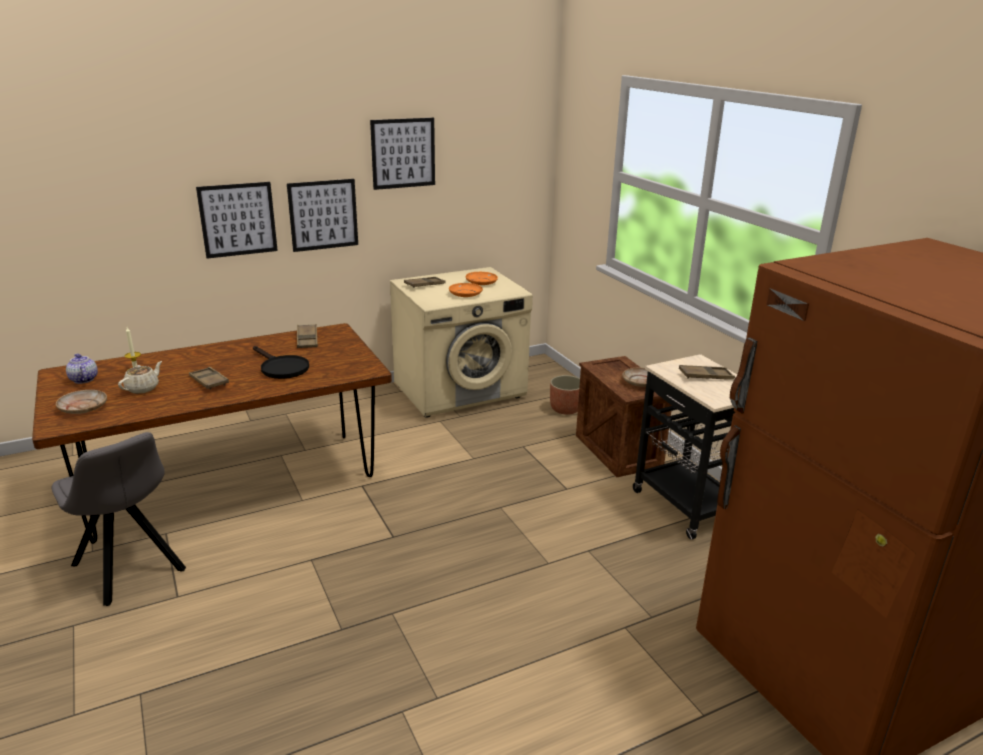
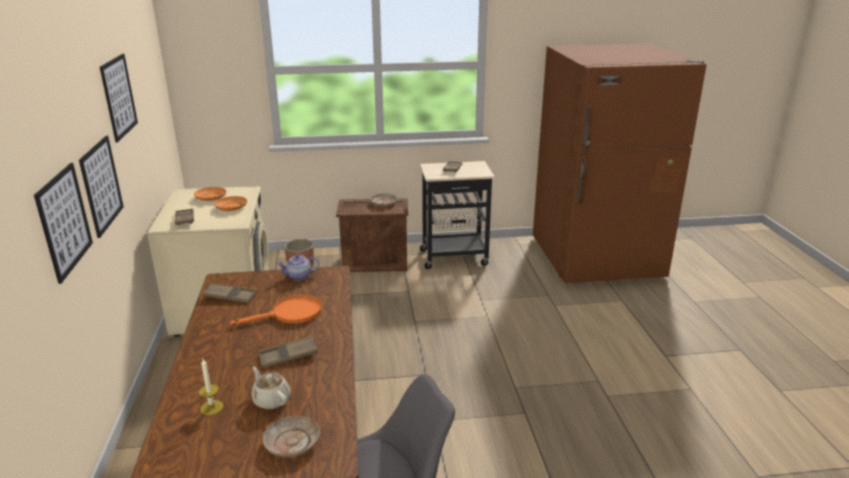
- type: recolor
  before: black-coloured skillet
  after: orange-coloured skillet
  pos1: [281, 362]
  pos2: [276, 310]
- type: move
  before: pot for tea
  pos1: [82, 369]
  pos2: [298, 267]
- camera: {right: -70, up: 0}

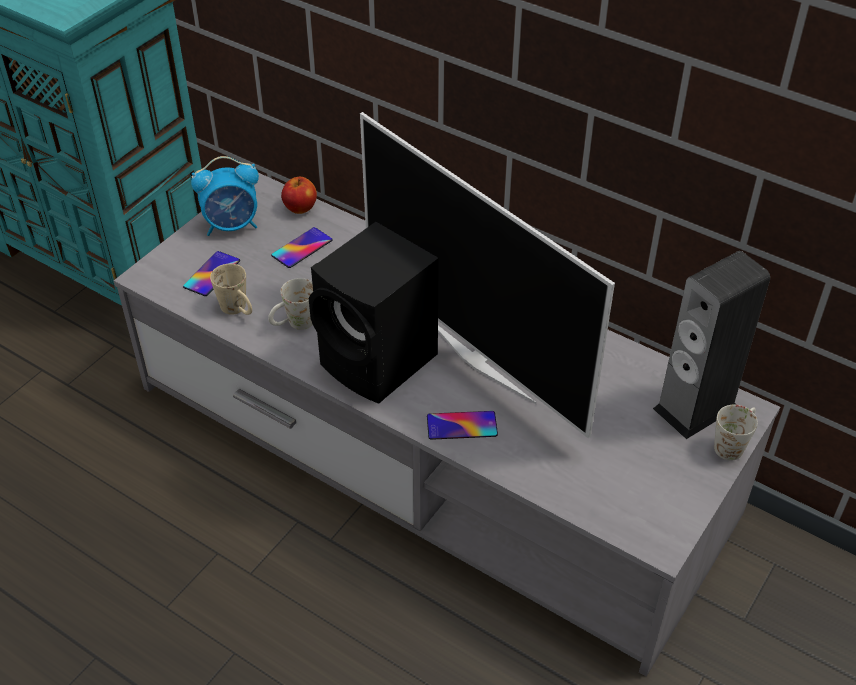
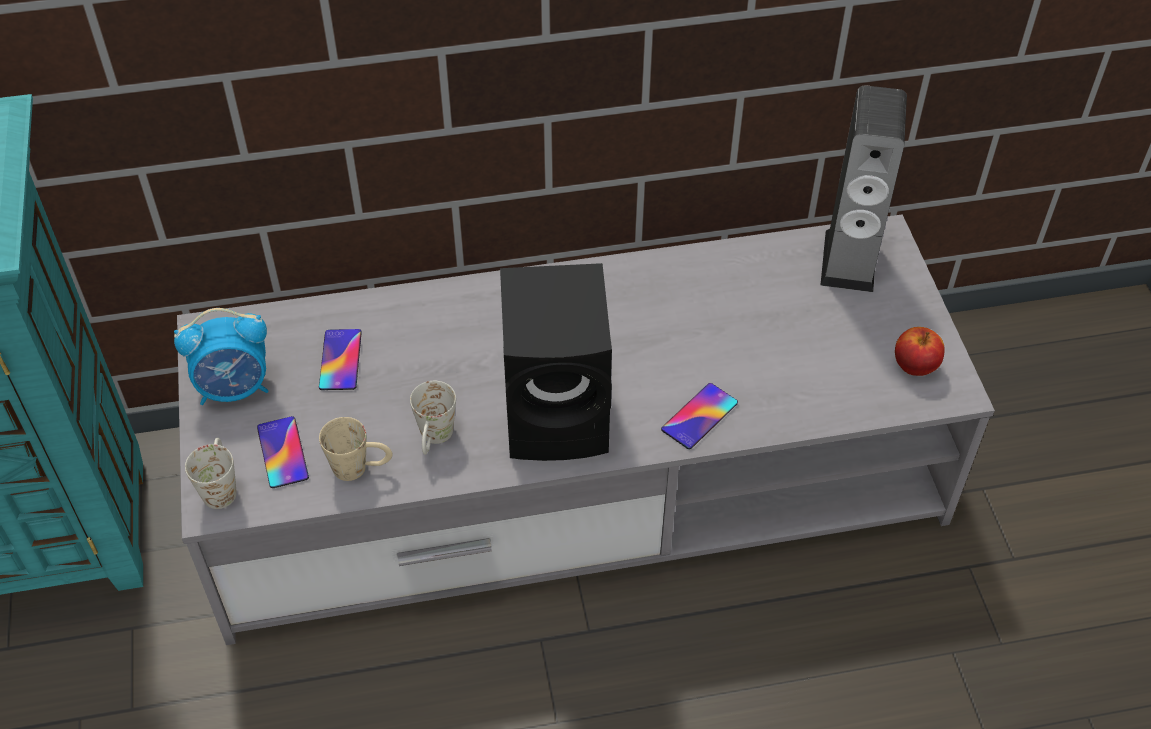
- type: delete
  before: television
  pos1: [487, 275]
- type: rotate
  before: table clock
  pos1: [225, 196]
  pos2: [221, 356]
  turn: 45
- type: move
  before: apple fruit
  pos1: [299, 195]
  pos2: [920, 351]
- type: move
  before: white-coloured mug
  pos1: [736, 433]
  pos2: [211, 473]
- camera: {right: -45, up: 5}

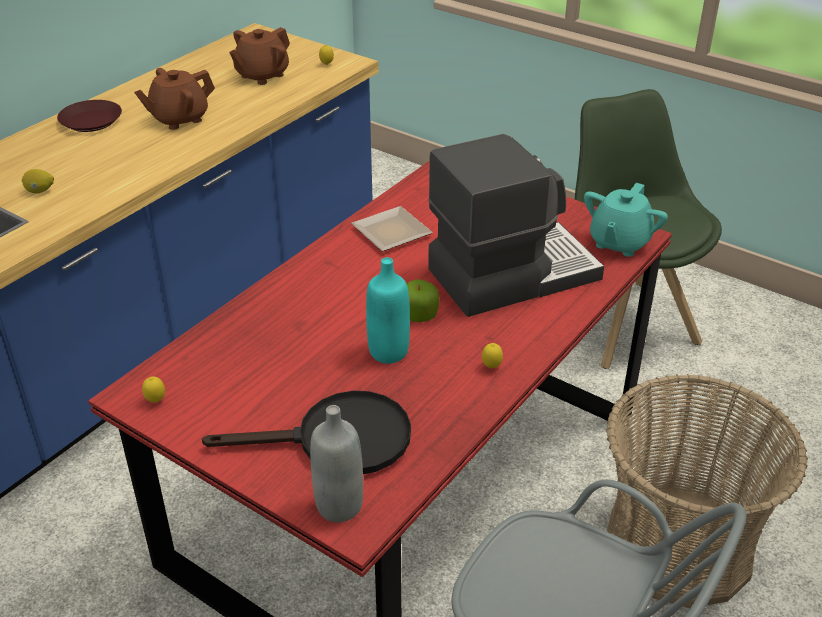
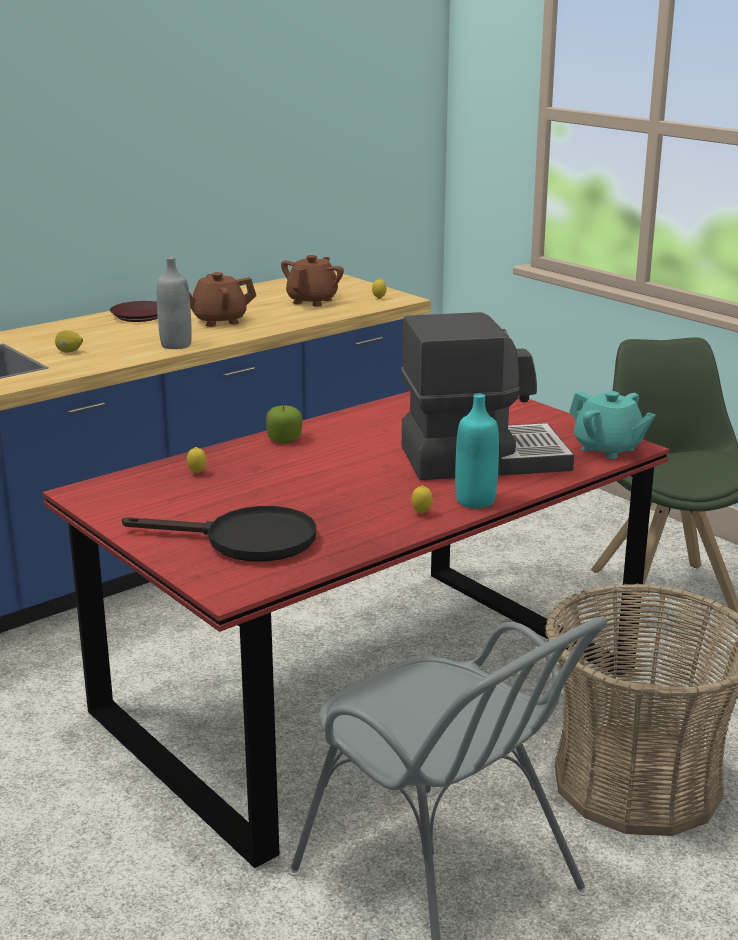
- type: rotate
  before: brown pot for tea
  pos1: [260, 56]
  pos2: [312, 281]
  turn: 150
- type: rotate
  before: turquoise pot for tea
  pos1: [626, 220]
  pos2: [612, 425]
  turn: -90
- type: delete
  before: flat dish
  pos1: [392, 228]
- type: move
  before: turquoise beverage bottle
  pos1: [388, 310]
  pos2: [477, 451]
- type: move
  before: apple fruit
  pos1: [422, 300]
  pos2: [284, 424]
- type: move
  before: whole lemon
  pos1: [153, 390]
  pos2: [197, 460]
- type: move
  before: greyish beverage bottle
  pos1: [336, 464]
  pos2: [174, 303]
- camera: {right: 15, up: -15}

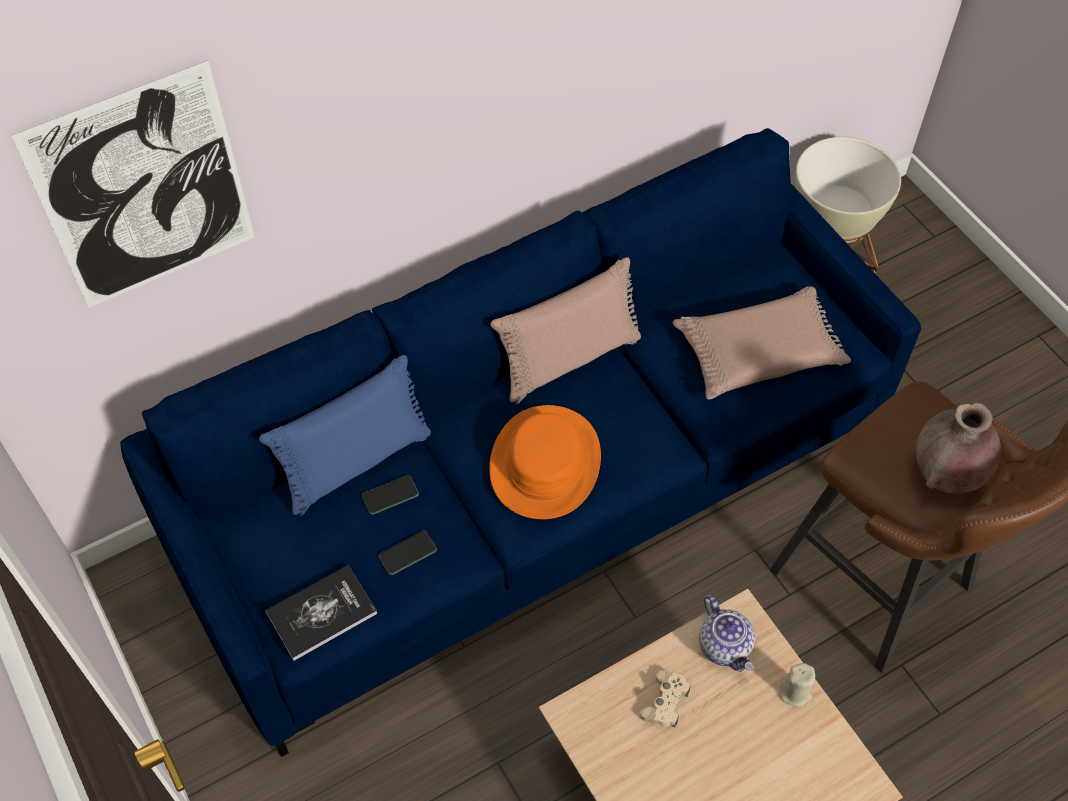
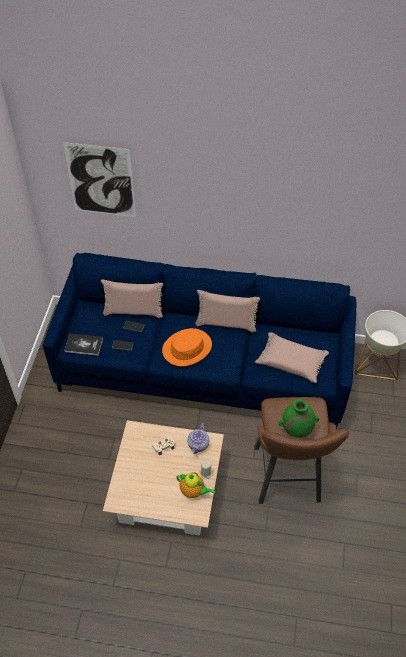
- type: recolor
  before: blue-coloured throw pillow
  after: sand-coloured throw pillow
  pos1: [345, 435]
  pos2: [132, 298]
- type: recolor
  before: brown decorative vase
  after: greenish decorative vase
  pos1: [958, 448]
  pos2: [298, 418]
- type: insert
  after: pot for tea
  pos2: [195, 485]
- camera: {right: 40, up: -5}

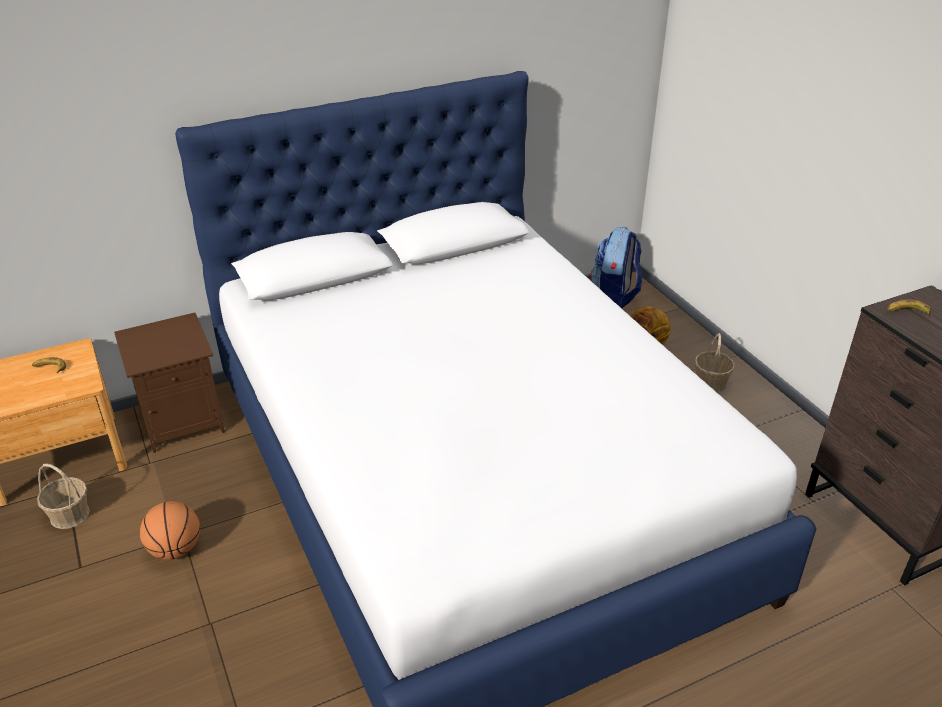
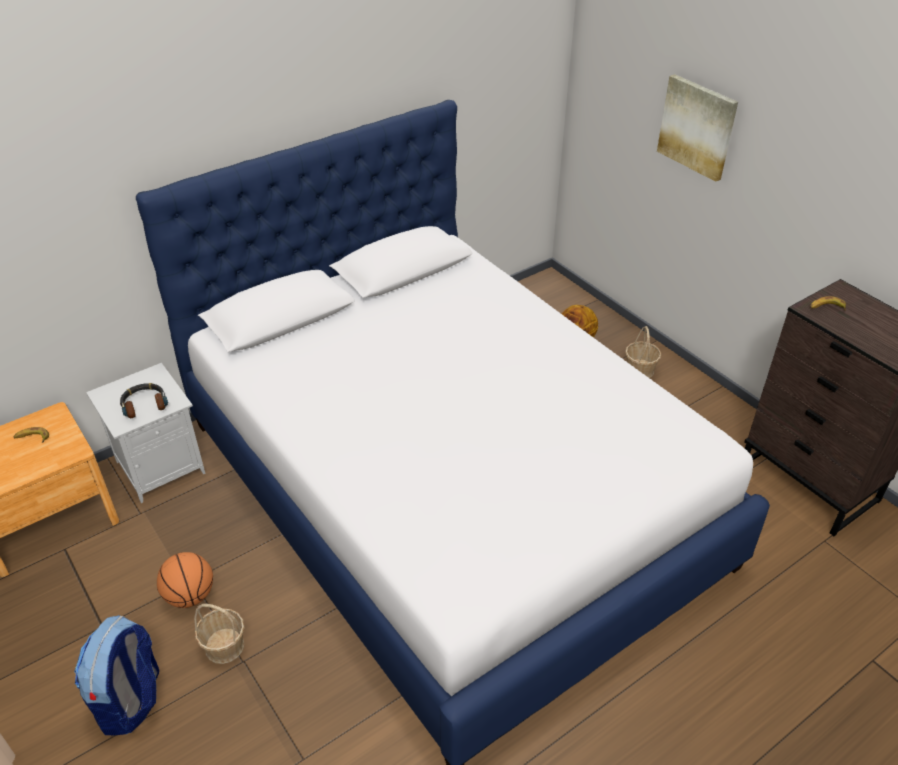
- type: move
  before: rucksack
  pos1: [616, 267]
  pos2: [116, 675]
- type: recolor
  before: brown nightstand
  after: greyish nightstand
  pos1: [169, 383]
  pos2: [145, 433]
- type: move
  before: storage basket
  pos1: [63, 496]
  pos2: [219, 634]
- type: insert
  after: wall picture
  pos2: [697, 128]
- type: insert
  after: headphones
  pos2: [144, 400]
- camera: {right: -10, up: 5}

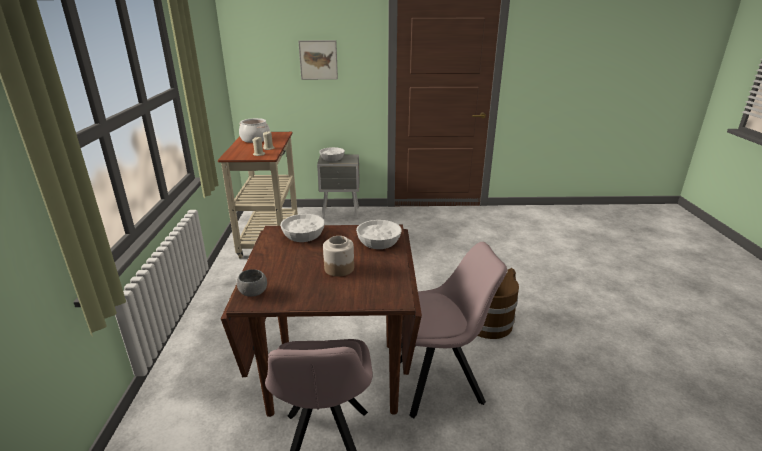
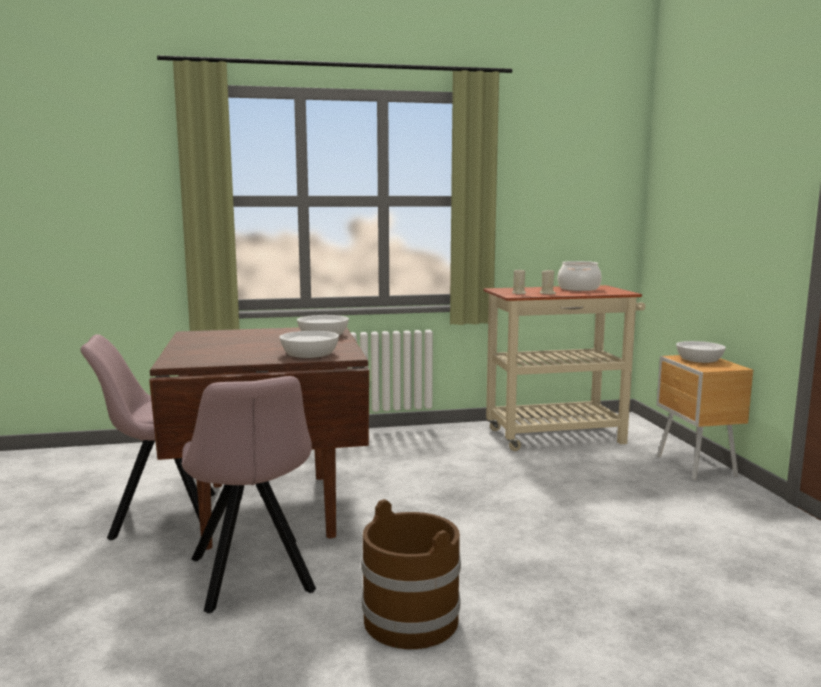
- type: delete
  before: wall picture
  pos1: [318, 60]
- type: recolor
  before: greyish nightstand
  after: brown nightstand
  pos1: [338, 186]
  pos2: [705, 418]
- type: delete
  before: jar
  pos1: [338, 256]
- type: delete
  before: greyish deep dish
  pos1: [252, 283]
- camera: {right: 80, up: -15}

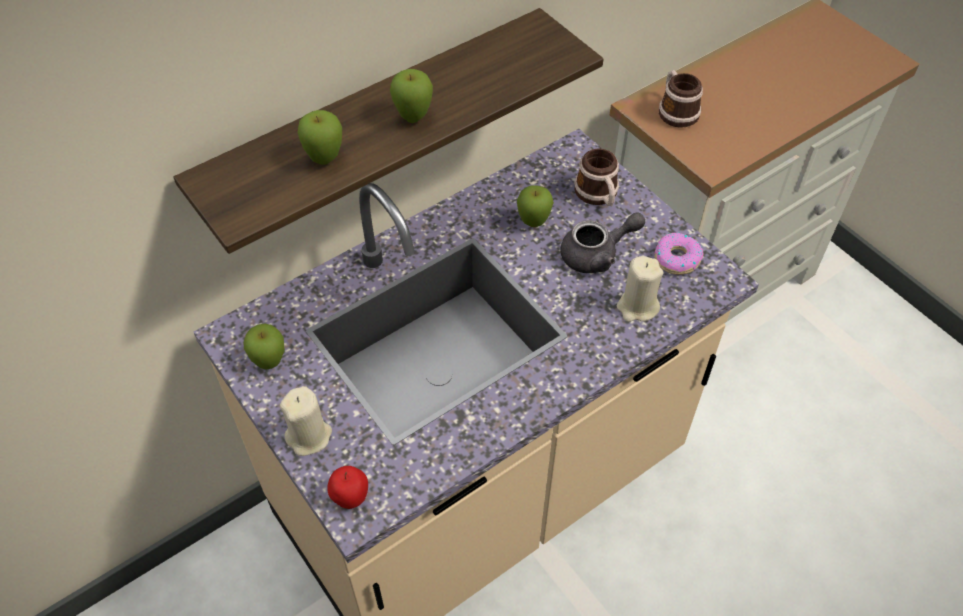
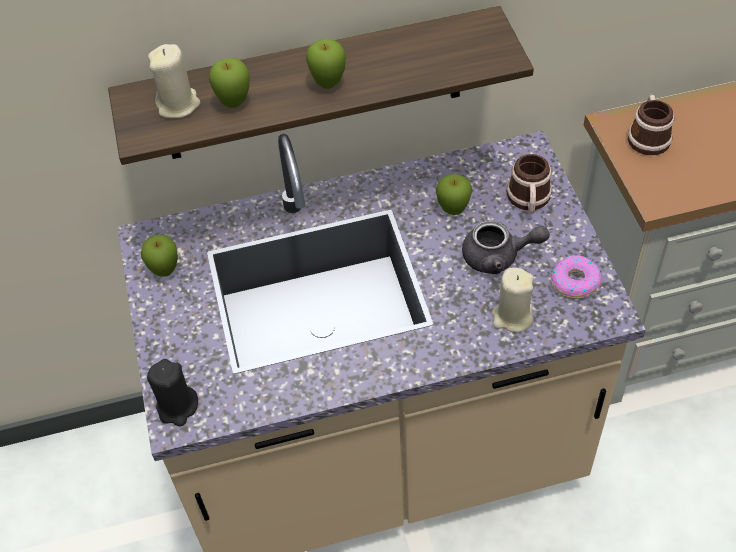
- type: move
  before: sand-coloured wax candle
  pos1: [306, 421]
  pos2: [174, 81]
- type: replace
  before: apple fruit
  after: black-coloured wax candle
  pos1: [347, 487]
  pos2: [172, 393]
- camera: {right: 25, up: 0}

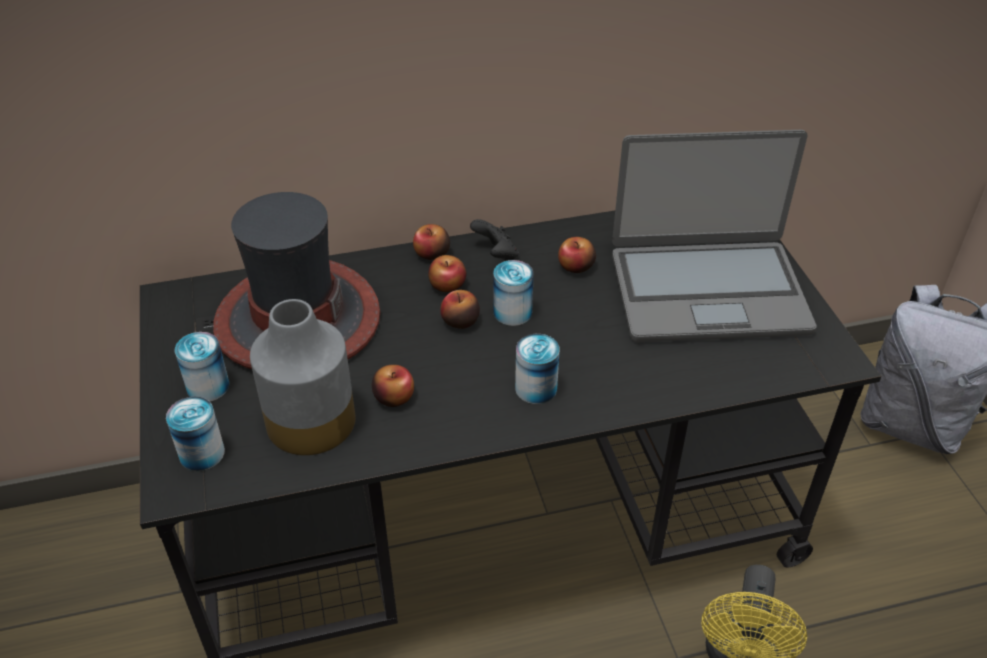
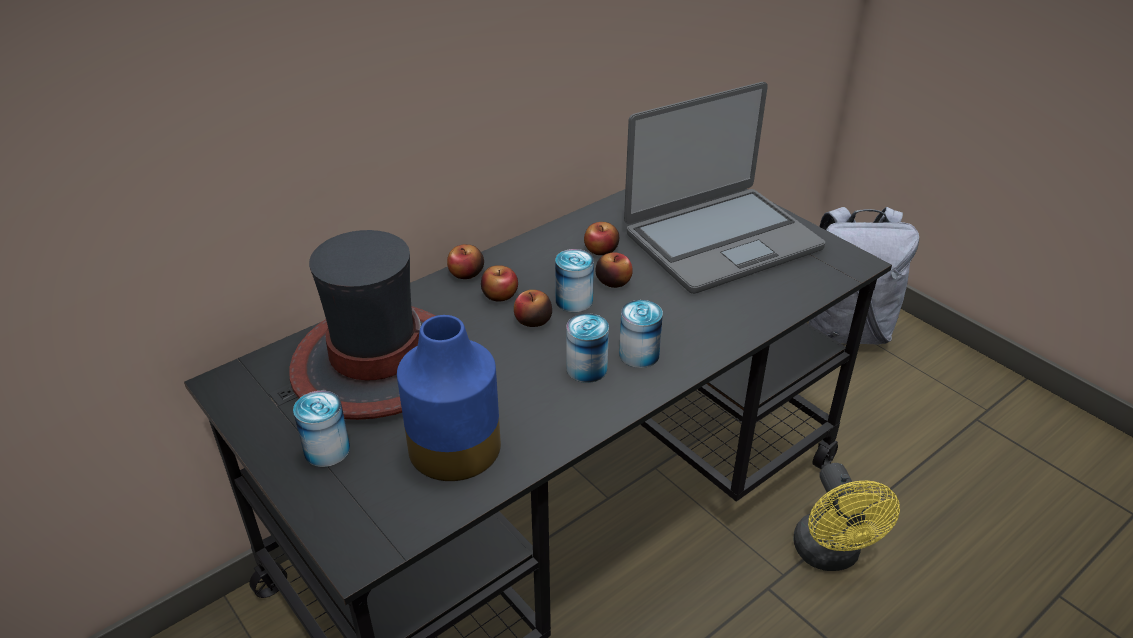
- type: delete
  before: black-coloured game controller
  pos1: [494, 240]
- type: recolor
  before: greyish decorative vase
  after: blue-coloured decorative vase
  pos1: [303, 377]
  pos2: [449, 398]
- type: move
  before: apple fruit
  pos1: [393, 386]
  pos2: [614, 270]
- type: move
  before: metal can
  pos1: [195, 434]
  pos2: [587, 348]
- camera: {right: -25, up: -5}

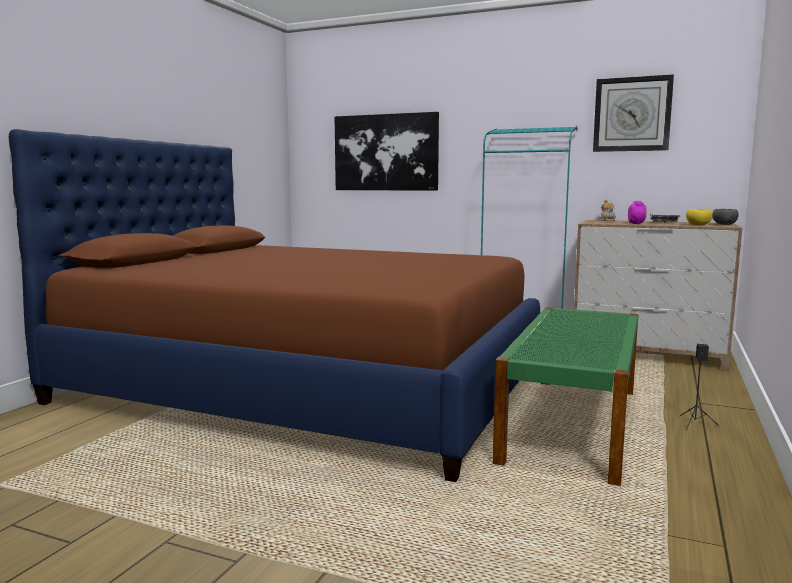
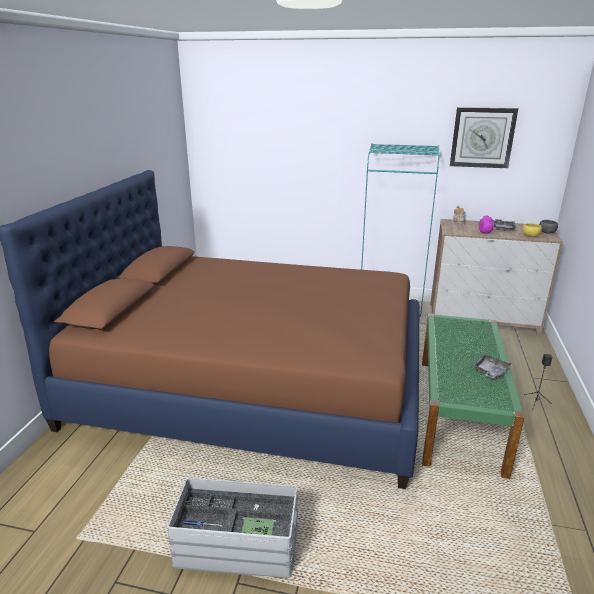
- type: delete
  before: wall picture
  pos1: [387, 151]
- type: insert
  after: greyish tray
  pos2: [492, 366]
- type: insert
  after: greyish storage bin
  pos2: [232, 528]
- camera: {right: -10, up: 15}

